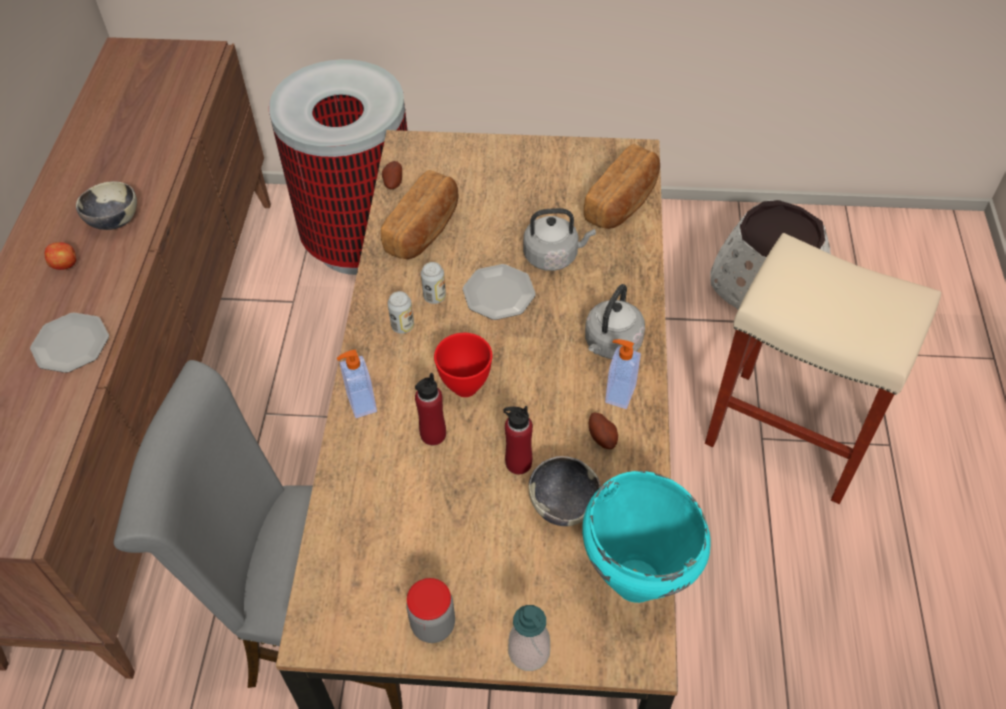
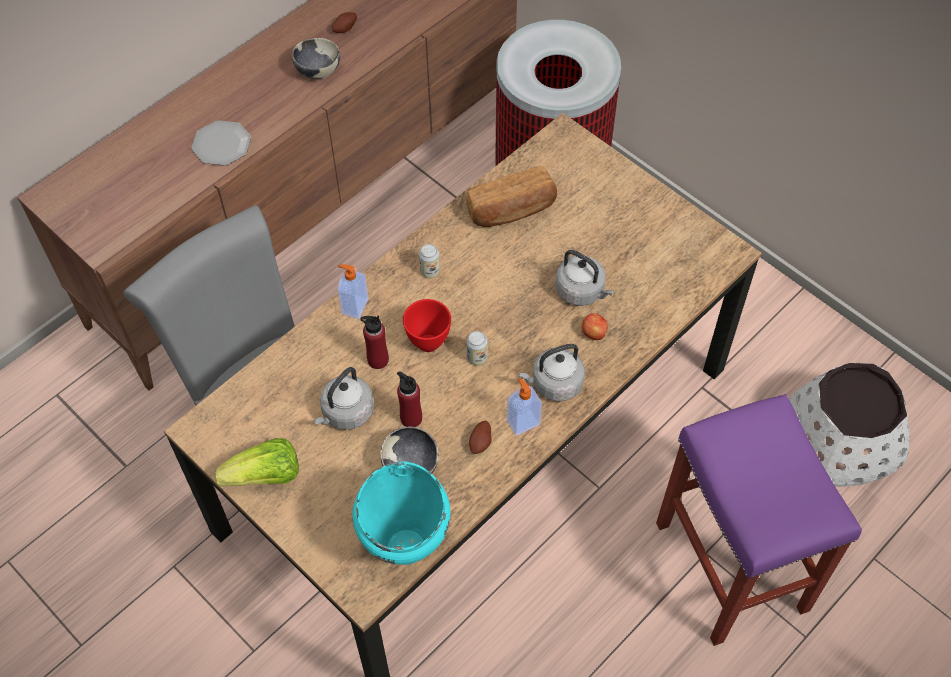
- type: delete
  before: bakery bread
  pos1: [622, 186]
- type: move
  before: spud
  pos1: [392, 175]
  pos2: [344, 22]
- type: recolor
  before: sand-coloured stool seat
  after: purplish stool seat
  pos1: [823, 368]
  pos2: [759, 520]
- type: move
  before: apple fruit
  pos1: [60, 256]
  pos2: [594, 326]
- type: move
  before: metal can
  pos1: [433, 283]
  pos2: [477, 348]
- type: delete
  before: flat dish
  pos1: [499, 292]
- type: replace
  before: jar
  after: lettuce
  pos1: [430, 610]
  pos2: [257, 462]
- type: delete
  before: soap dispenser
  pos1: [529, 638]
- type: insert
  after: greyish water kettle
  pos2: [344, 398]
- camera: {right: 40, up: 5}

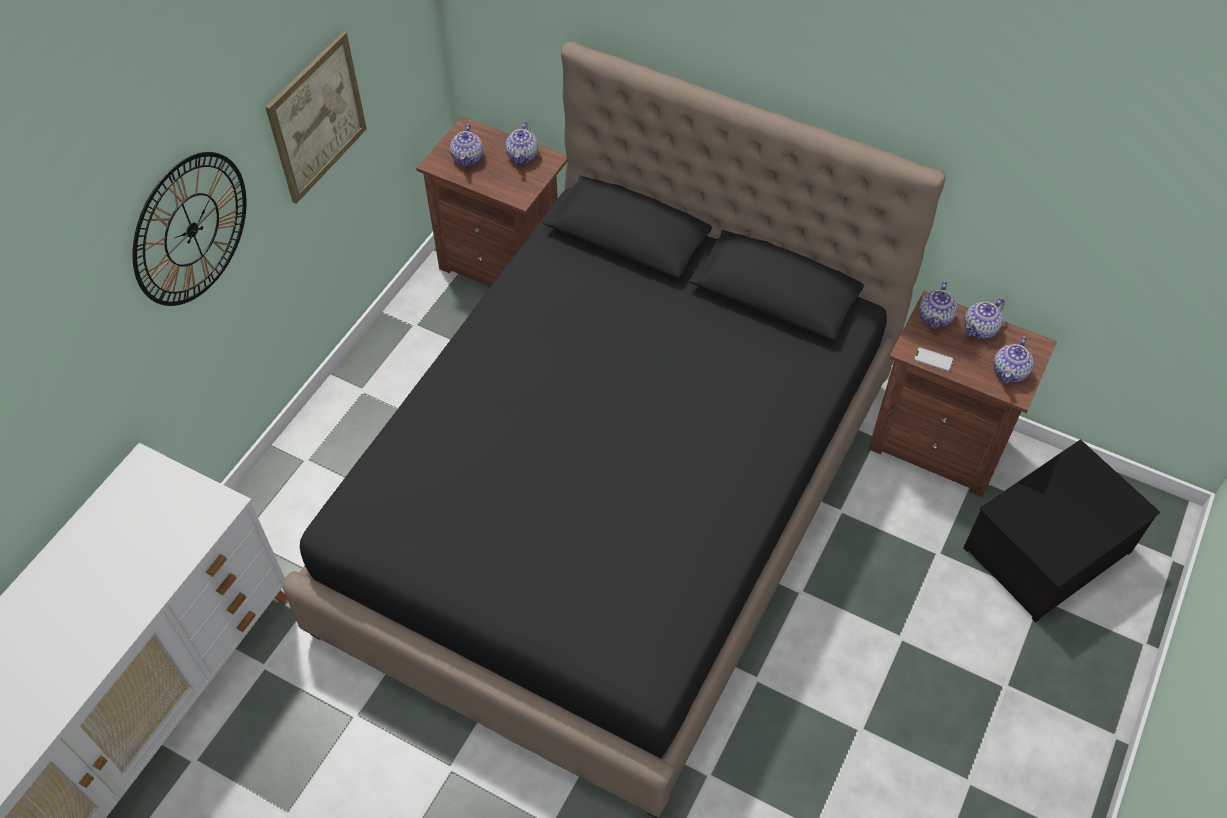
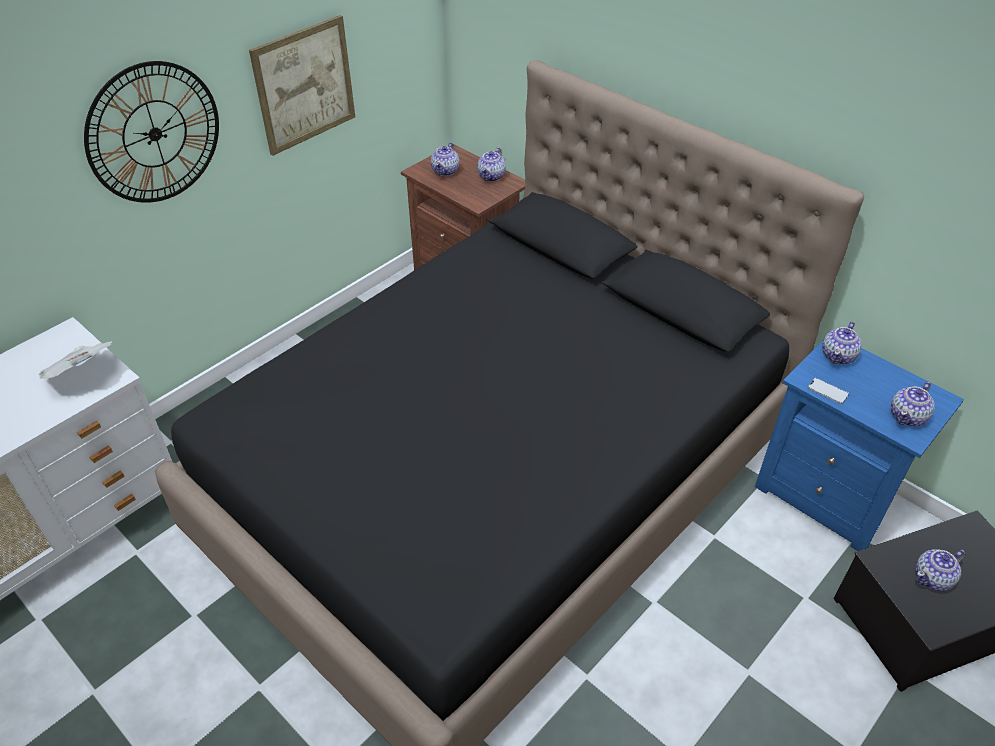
- type: recolor
  before: brown nightstand
  after: blue-coloured nightstand
  pos1: [962, 394]
  pos2: [859, 445]
- type: move
  before: pot for tea
  pos1: [984, 318]
  pos2: [941, 570]
- type: insert
  after: daily paper
  pos2: [75, 360]
- camera: {right: 15, up: -10}

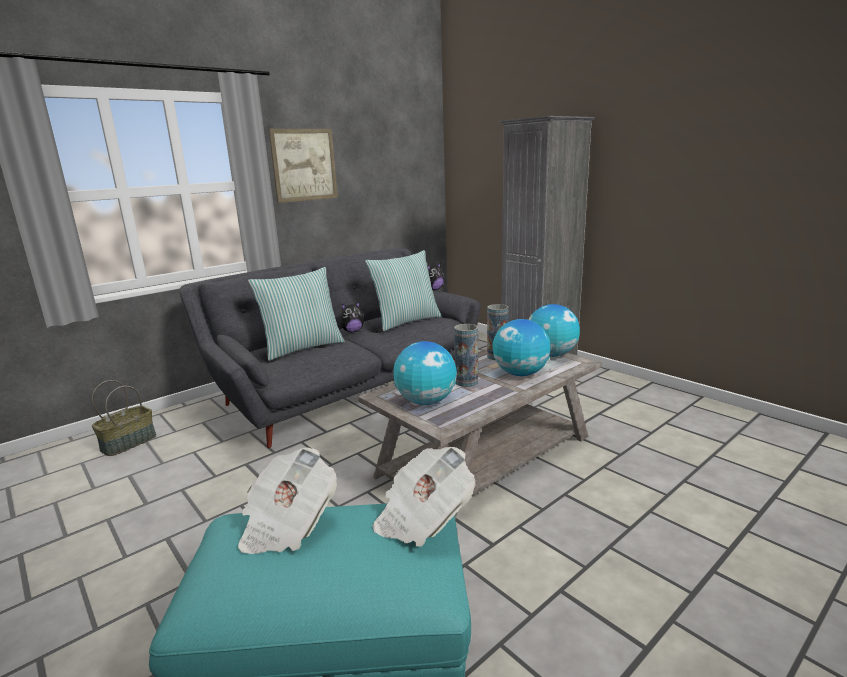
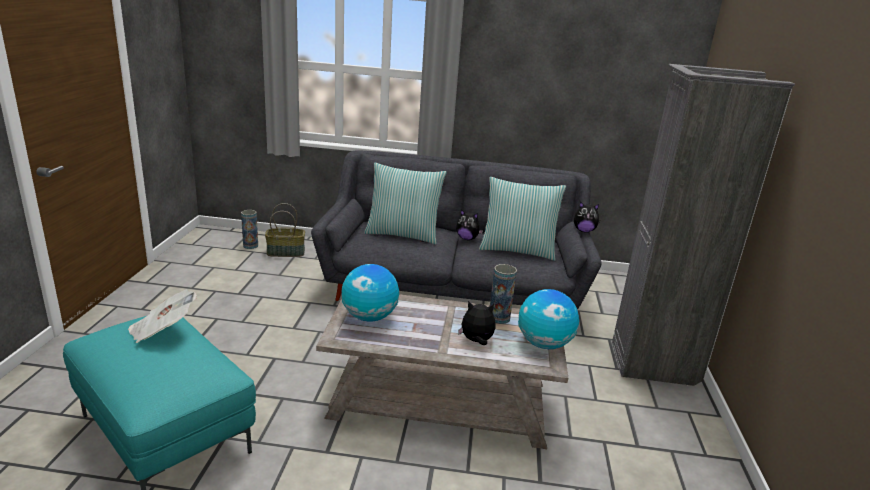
- type: delete
  before: wall picture
  pos1: [303, 166]
- type: replace
  before: desk globe
  after: plush toy
  pos1: [521, 347]
  pos2: [477, 323]
- type: move
  before: decorative vase
  pos1: [466, 355]
  pos2: [249, 229]
- type: delete
  before: daily paper
  pos1: [423, 497]
- camera: {right: 45, up: 5}

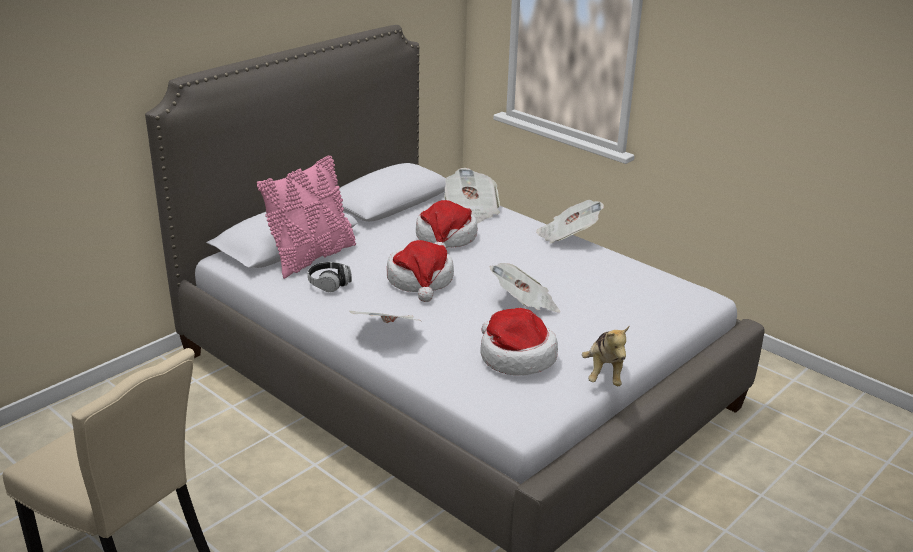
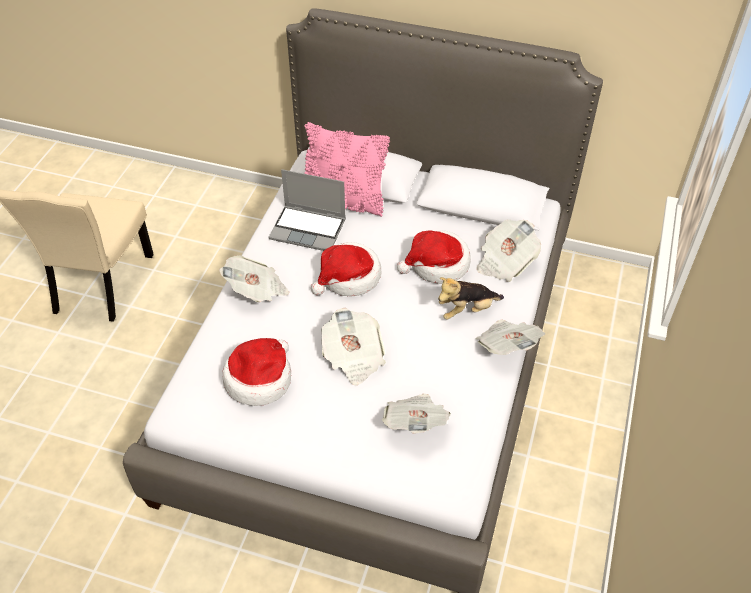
- type: replace
  before: headphones
  after: notebook computer
  pos1: [330, 277]
  pos2: [307, 210]
- type: move
  before: plush toy
  pos1: [605, 356]
  pos2: [471, 298]
- type: insert
  after: daily paper
  pos2: [416, 414]
- camera: {right: 65, up: 20}

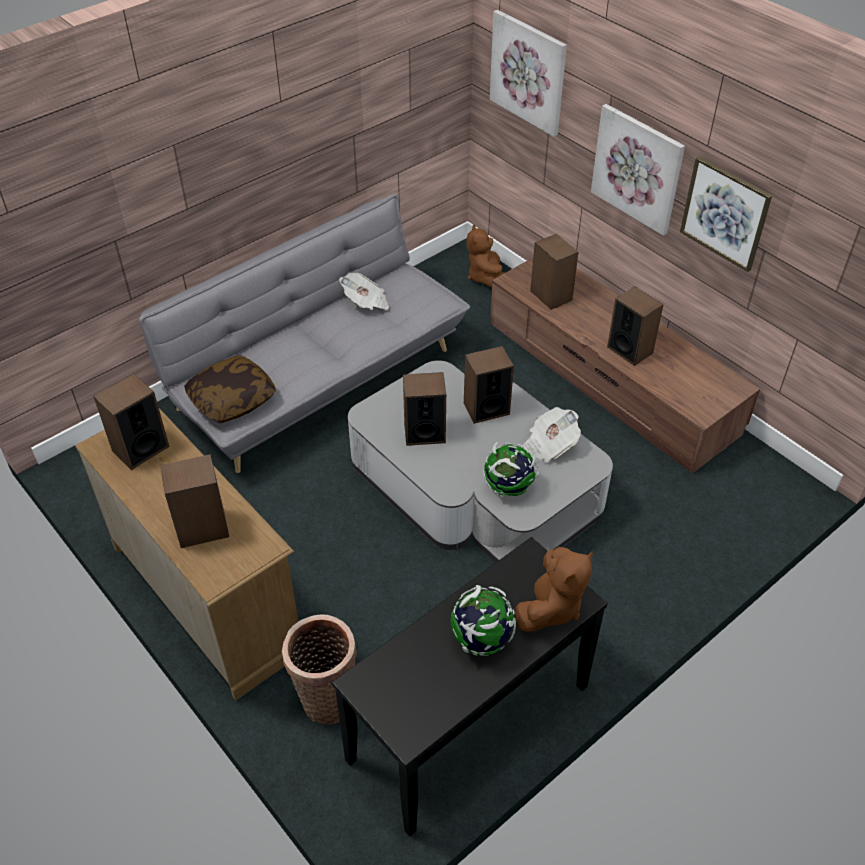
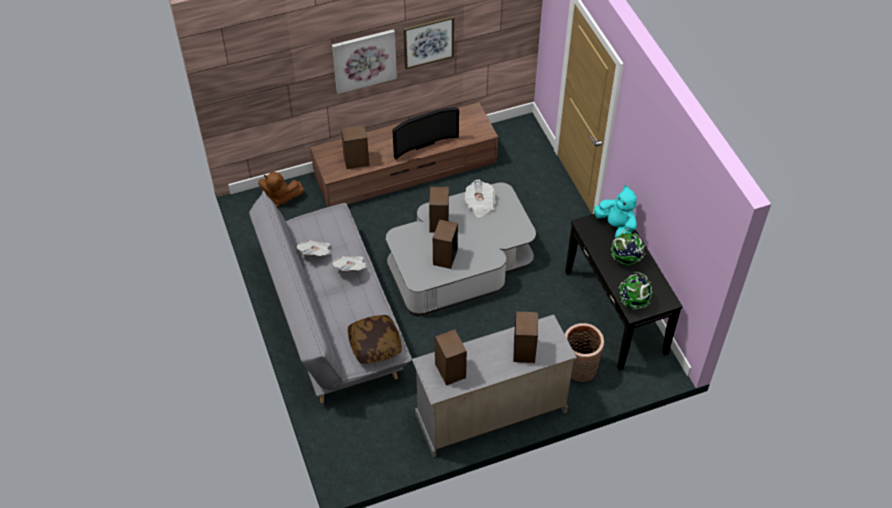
- type: delete
  before: wall picture
  pos1: [528, 73]
- type: replace
  before: speaker
  after: television
  pos1: [635, 326]
  pos2: [425, 133]
- type: recolor
  before: brown cupboard
  after: greyish cupboard
  pos1: [187, 554]
  pos2: [494, 386]
- type: move
  before: desk globe
  pos1: [511, 469]
  pos2: [635, 291]
- type: recolor
  before: brown plush toy
  after: turquoise plush toy
  pos1: [554, 589]
  pos2: [615, 211]
- type: insert
  after: daily paper
  pos2: [349, 263]
- camera: {right: -70, up: 5}

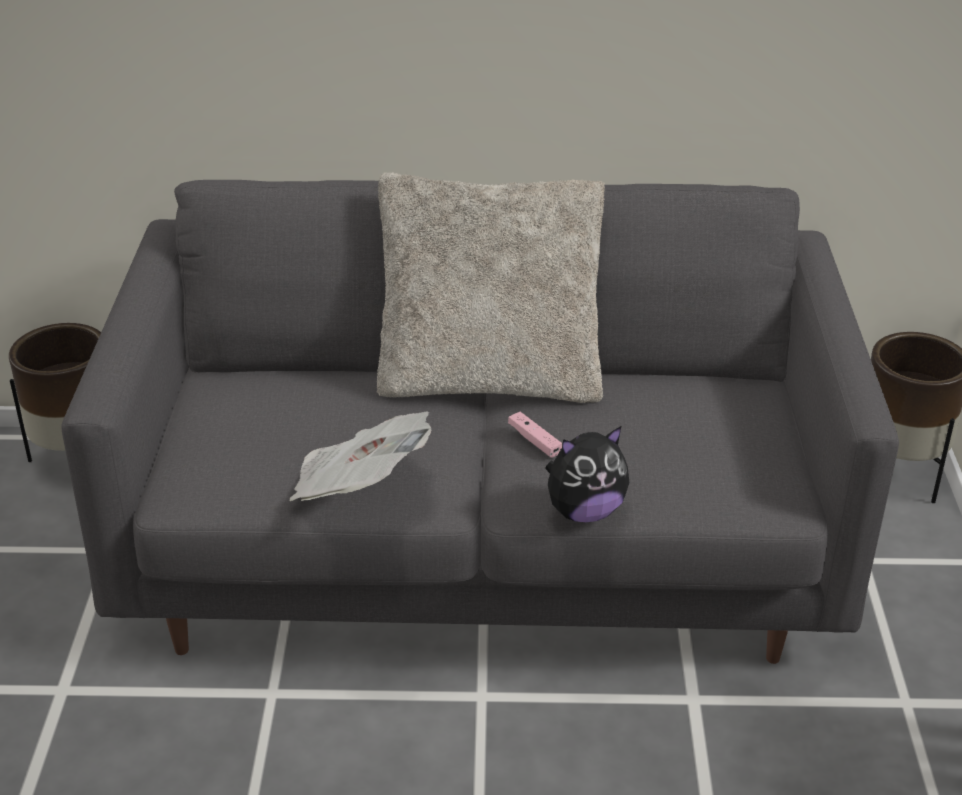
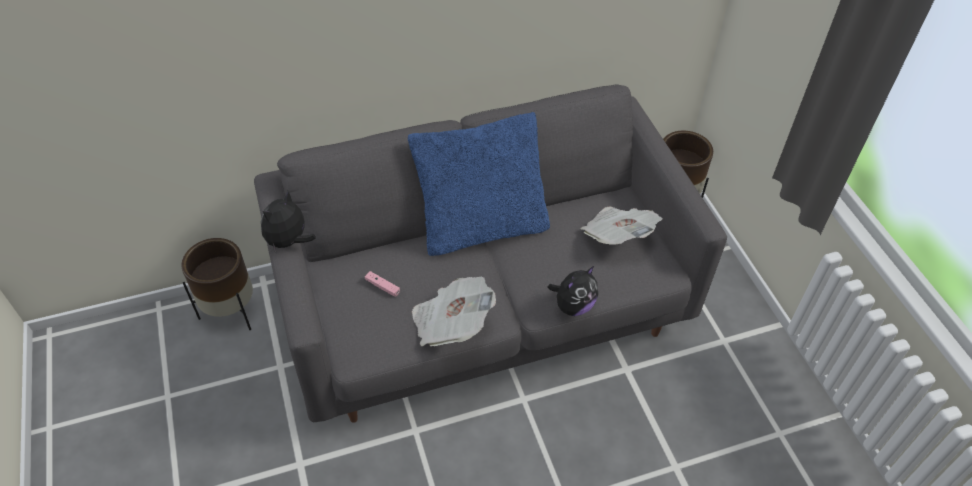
- type: recolor
  before: sand-coloured throw pillow
  after: blue-coloured throw pillow
  pos1: [490, 287]
  pos2: [479, 184]
- type: move
  before: pink-coloured game controller
  pos1: [535, 435]
  pos2: [382, 284]
- type: insert
  after: plush toy
  pos2: [288, 221]
- type: insert
  after: daily paper
  pos2: [621, 226]
- camera: {right: -20, up: 15}

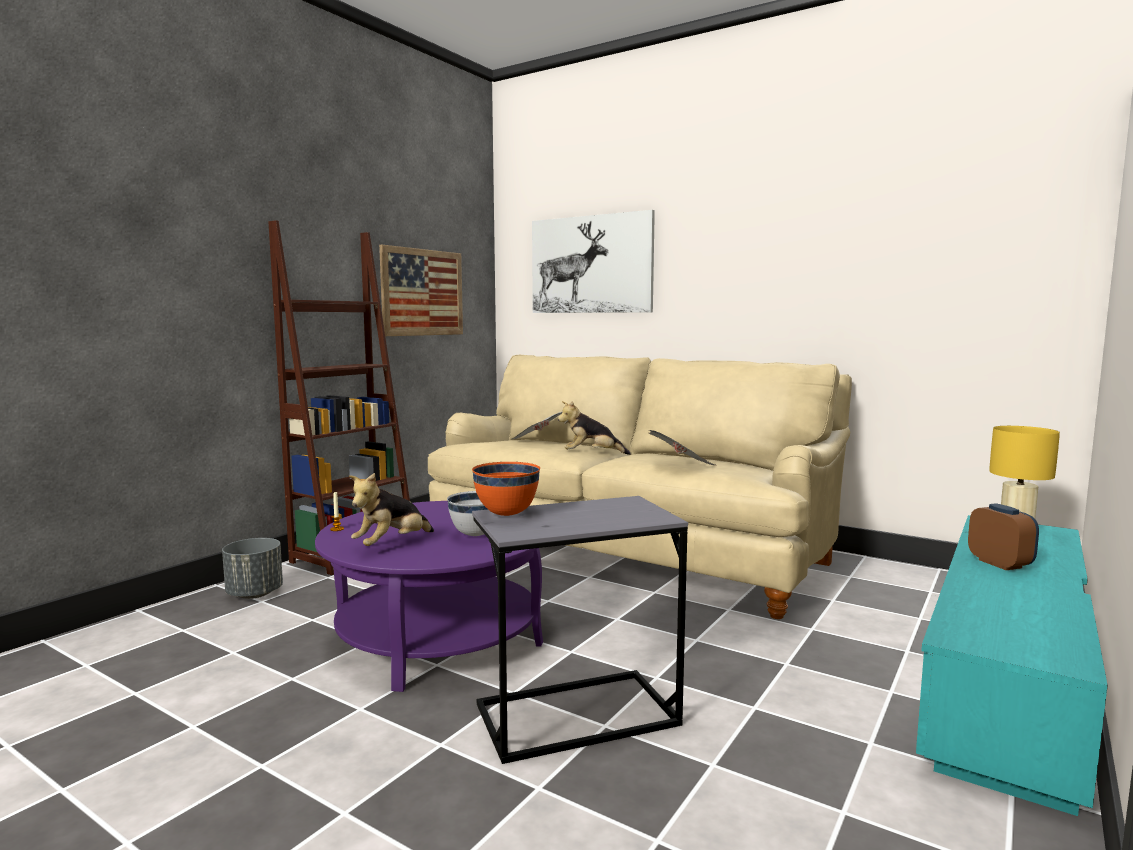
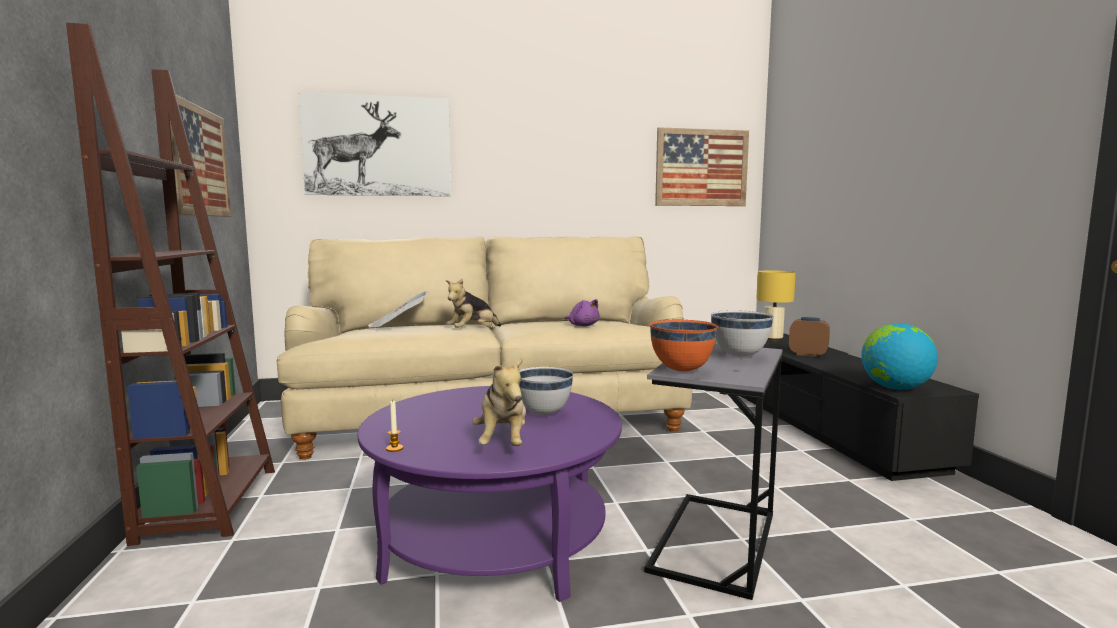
- type: replace
  before: daily paper
  after: purplish plush toy
  pos1: [682, 447]
  pos2: [582, 312]
- type: recolor
  before: turquoise media console
  after: black-coloured media console
  pos1: [1012, 665]
  pos2: [860, 407]
- type: delete
  before: greyish planter
  pos1: [252, 568]
- type: insert
  after: wall picture
  pos2: [702, 166]
- type: insert
  after: white-coloured deep dish
  pos2: [742, 333]
- type: insert
  after: desk globe
  pos2: [899, 356]
- camera: {right: -45, up: 0}

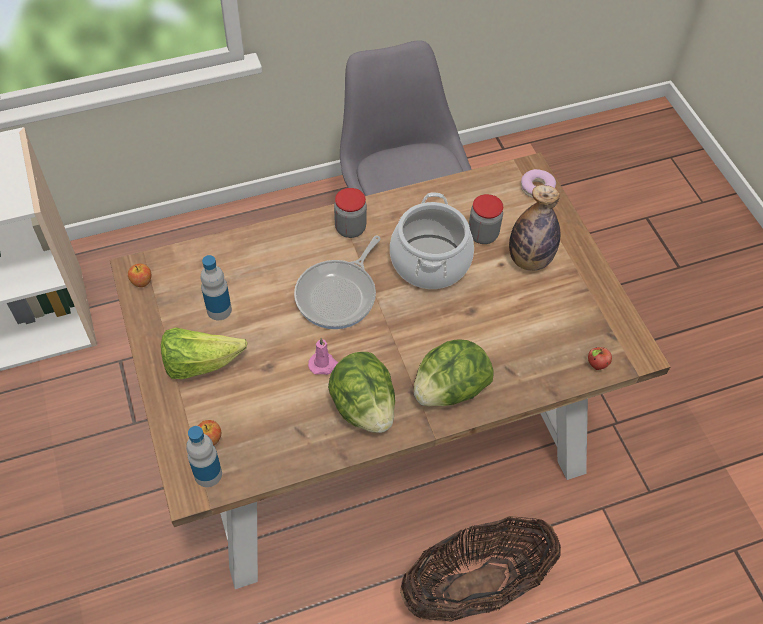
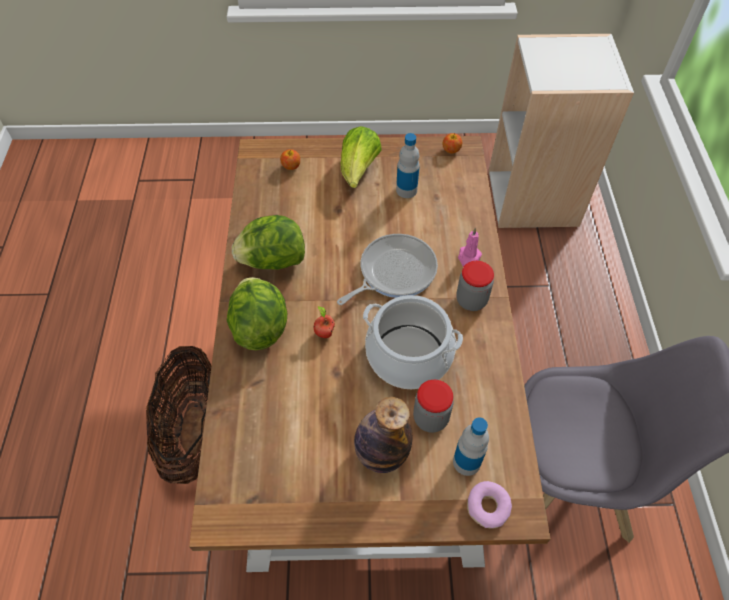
- type: rotate
  before: skillet
  pos1: [337, 282]
  pos2: [387, 269]
  turn: 90
- type: move
  before: pink-coloured wax candle
  pos1: [323, 356]
  pos2: [470, 247]
- type: move
  before: apple fruit
  pos1: [600, 358]
  pos2: [324, 322]
- type: move
  before: beverage bottle
  pos1: [204, 456]
  pos2: [471, 446]
- camera: {right: 110, up: 0}

